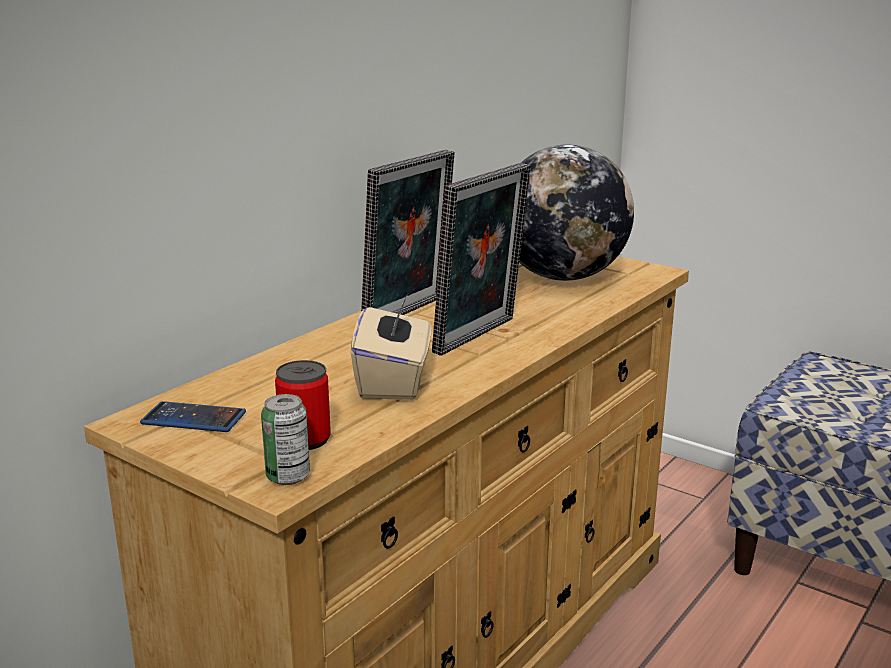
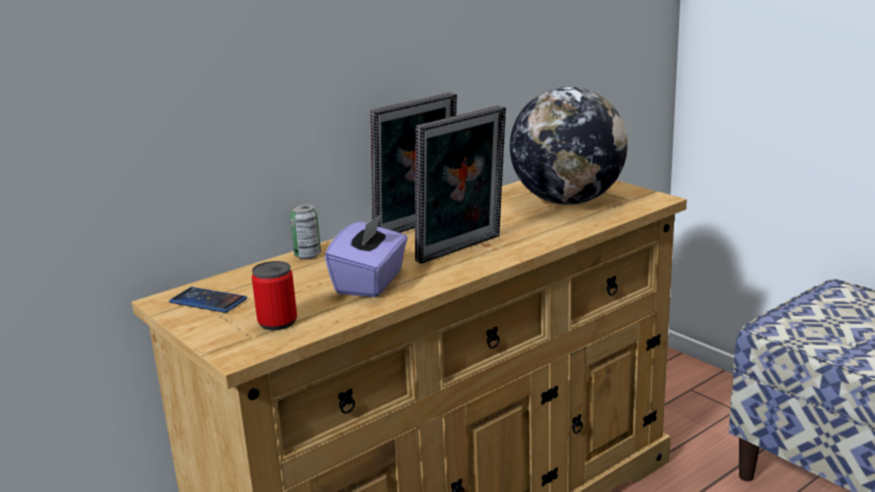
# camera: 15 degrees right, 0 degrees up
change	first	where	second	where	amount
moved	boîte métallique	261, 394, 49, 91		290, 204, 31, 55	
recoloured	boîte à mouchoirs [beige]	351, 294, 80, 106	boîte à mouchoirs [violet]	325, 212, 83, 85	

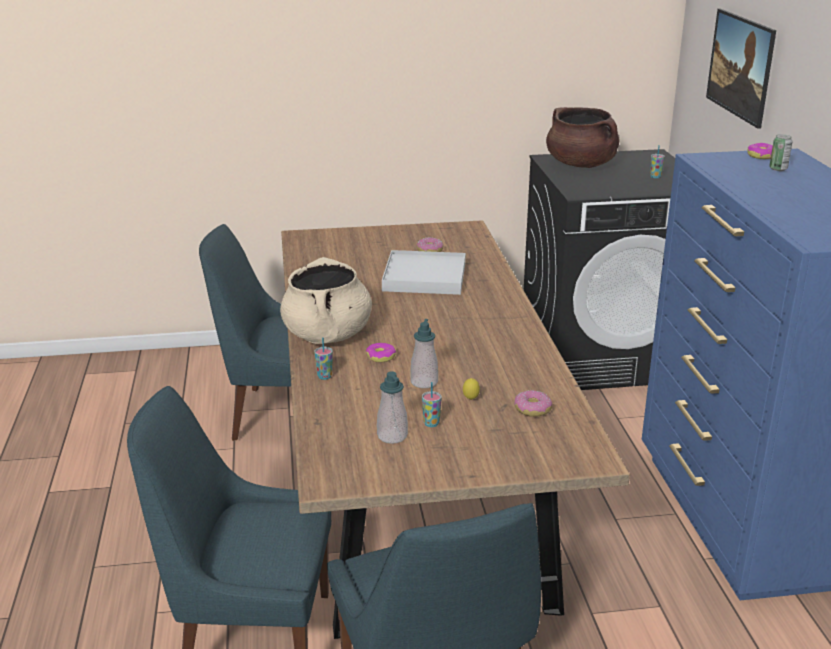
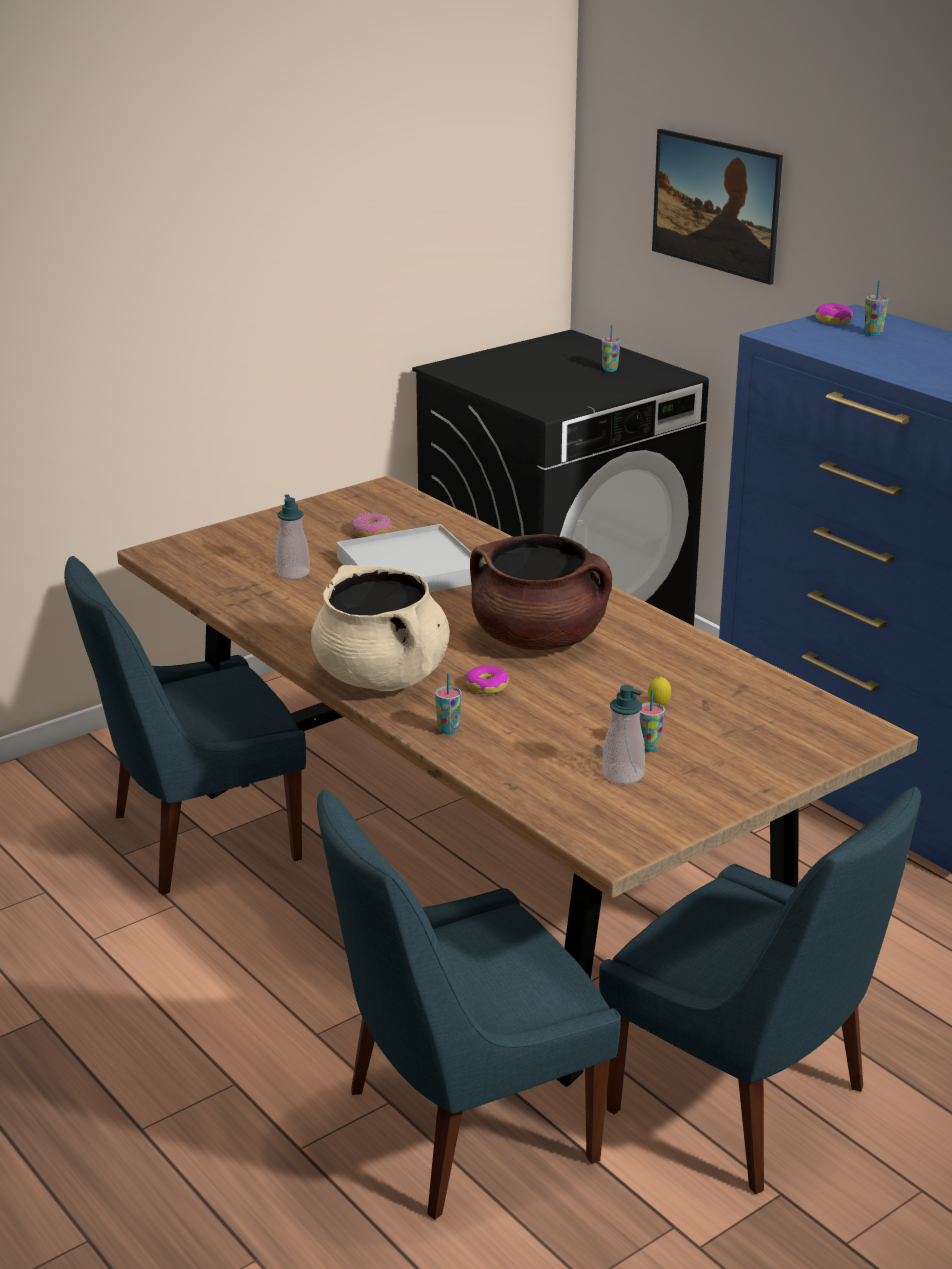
# camera: 30 degrees left, 0 degrees up
change	first	where	second	where	amount
moved	distributeur de savon	410, 319, 28, 69		276, 494, 34, 85	
moved	marmite [marron]	546, 107, 73, 61		470, 534, 142, 116	
replaced	boîte métallique	769, 134, 23, 37	tasse	865, 280, 24, 56	
removed	beignet	514, 390, 39, 27			

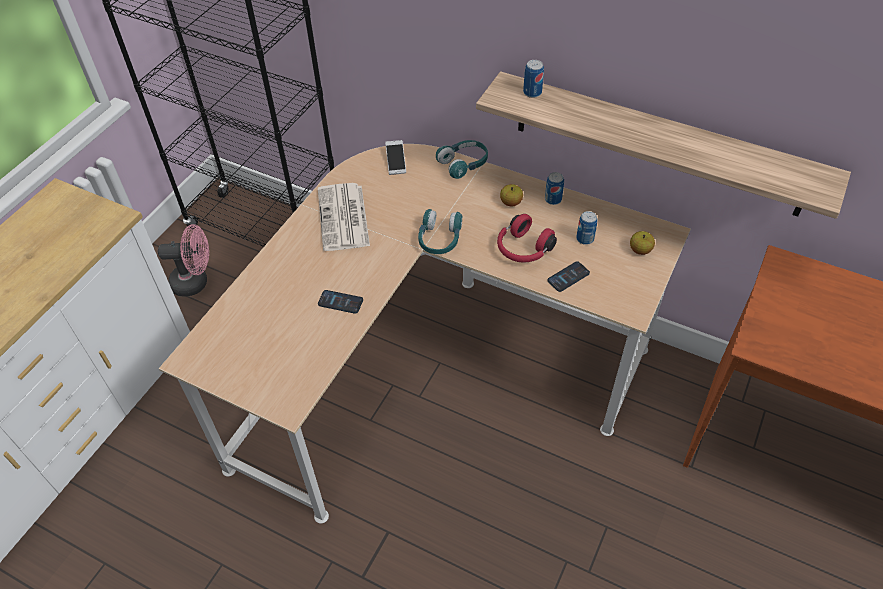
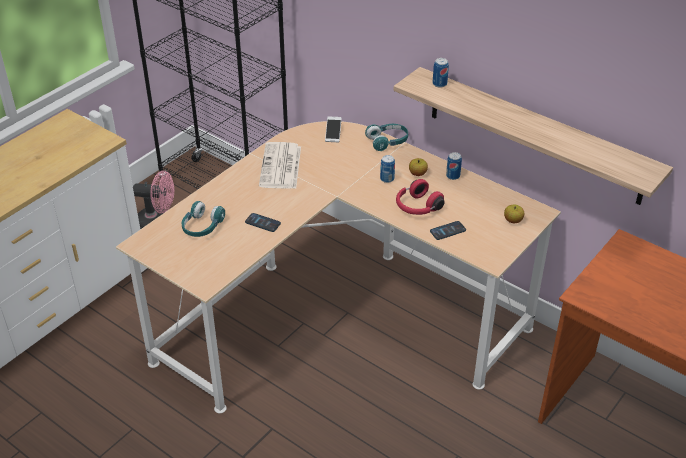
# camera: 10 degrees right, 10 degrees down
change	first	where	second	where	amount
moved	casque audio [turquoise]	418, 209, 44, 45		182, 201, 43, 36	
moved	boîte métallique	576, 211, 22, 34		380, 155, 15, 28	

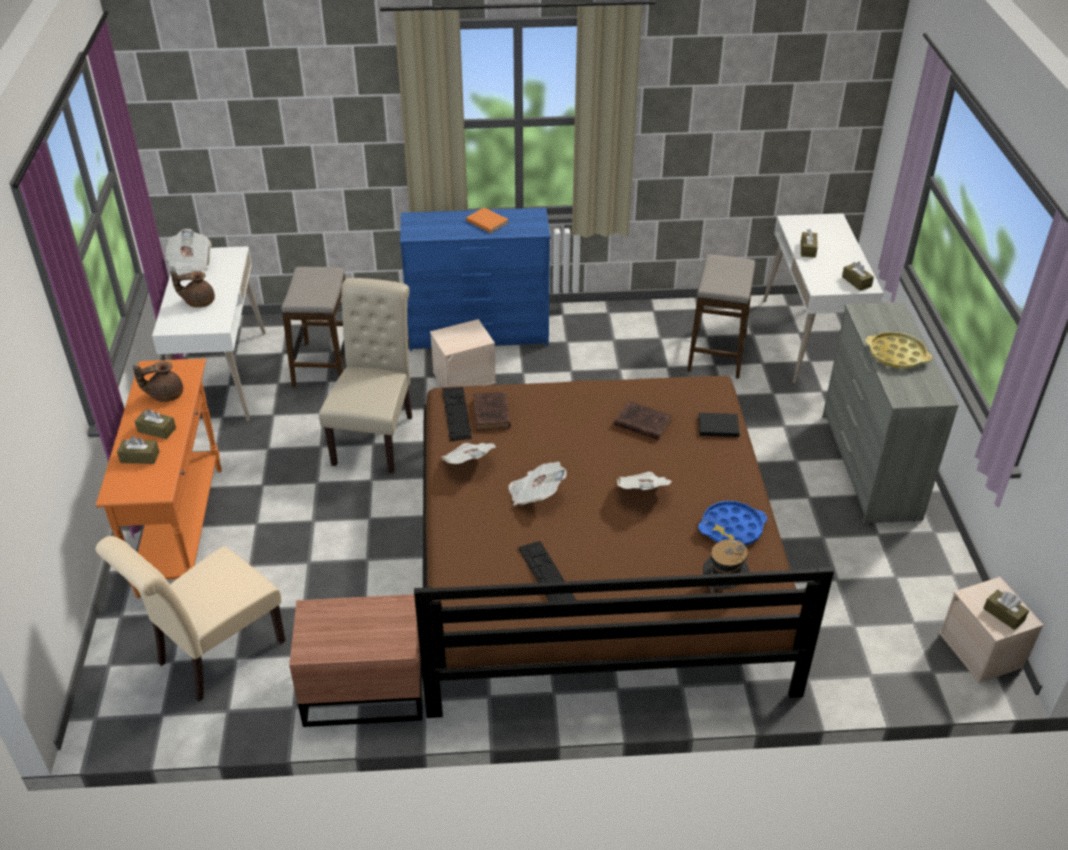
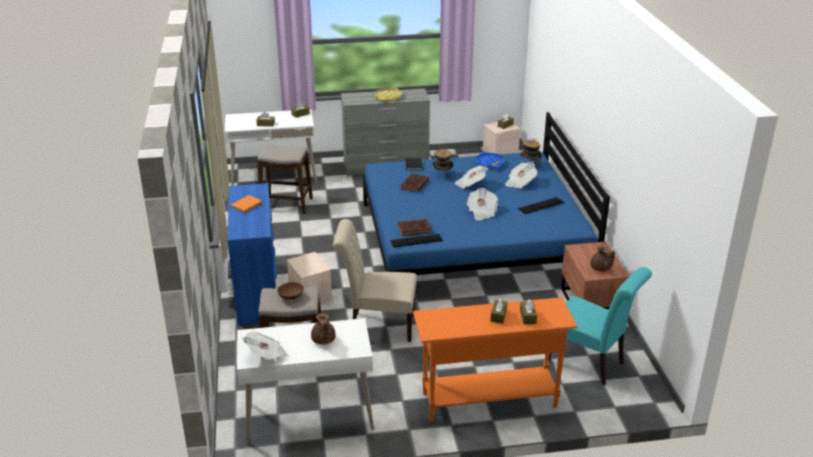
# camera: 95 degrees left, 10 degrees down
change	first	where	second	where	amount
added			bol [marron]	277, 282, 27, 18	
recoloured	lit [marron]	414, 376, 420, 342	lit [bleu]	363, 112, 247, 163	
added			chapeau	432, 149, 21, 22	
moved	journal	441, 443, 55, 21		505, 162, 33, 27	
recoloured	chaise [beige]	96, 536, 189, 166	chaise [turquoise]	548, 267, 104, 119	
moved	théière [marron]	133, 361, 50, 41		591, 246, 24, 26	

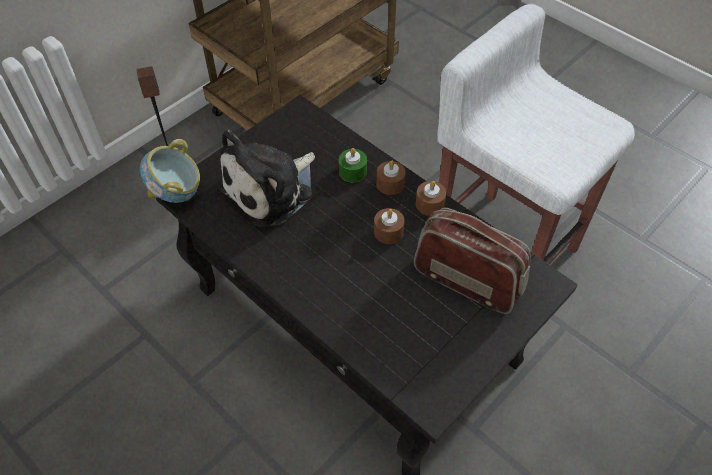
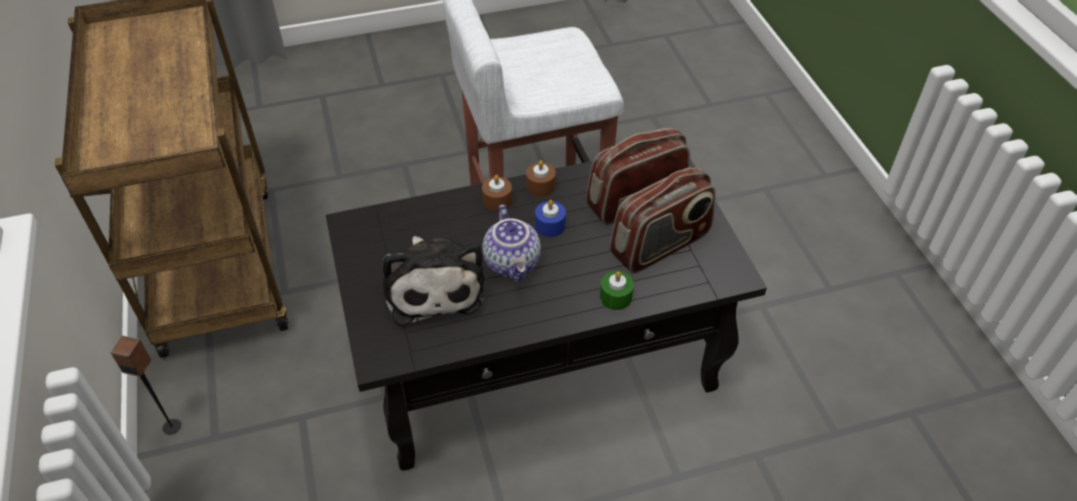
# camera: 60 degrees left, 5 degrees down
change	first	where	second	where	amount
added			théière	482, 205, 59, 77	
recoloured	bougie [marron]	374, 208, 31, 36	bougie [bleu]	535, 200, 31, 37	
moved	bougie [vert]	339, 148, 28, 34		600, 271, 34, 39	
added			radio	610, 168, 106, 106	
removed	bol	140, 139, 60, 64			

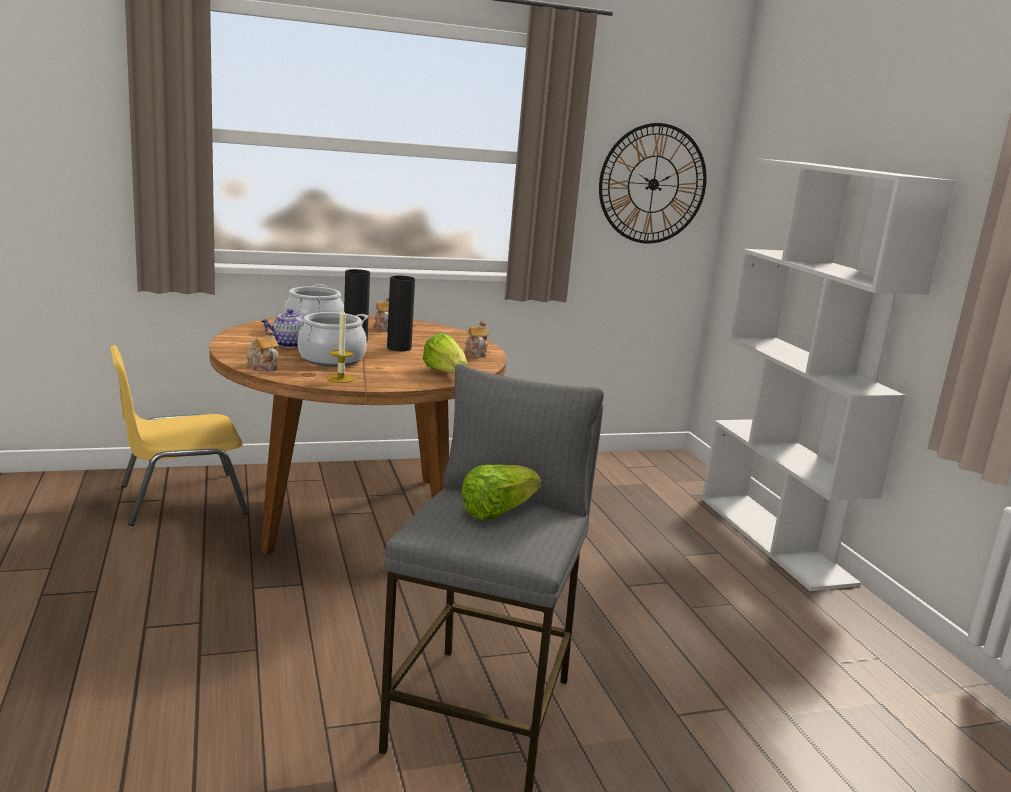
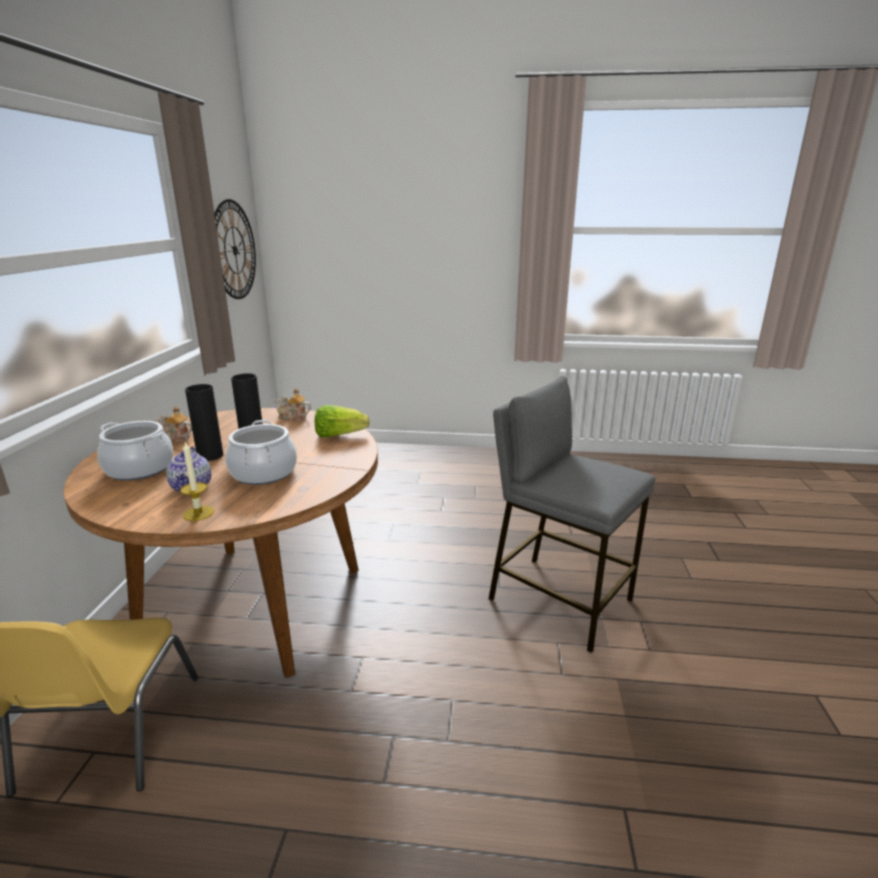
# camera: 65 degrees left, 5 degrees up
change	first	where	second	where	amount
moved	bougie	327, 308, 28, 75		180, 442, 34, 79	
removed	théière	246, 329, 33, 42			
removed	laitue	462, 465, 79, 55			
removed	bibliothèque [blanc]	702, 159, 254, 432			

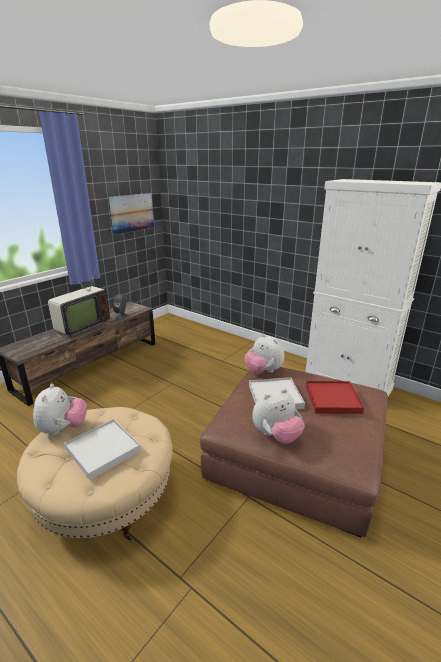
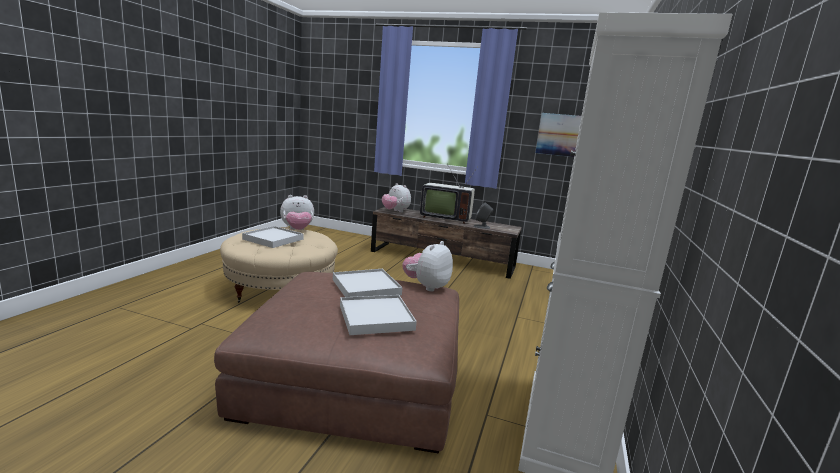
# camera: 70 degrees right, 10 degrees down
change	first	where	second	where	amount
recoloured	plateau [rouge]	306, 381, 58, 33	plateau [blanc]	340, 295, 77, 40	
moved	peluche	252, 389, 53, 55		382, 183, 29, 29	

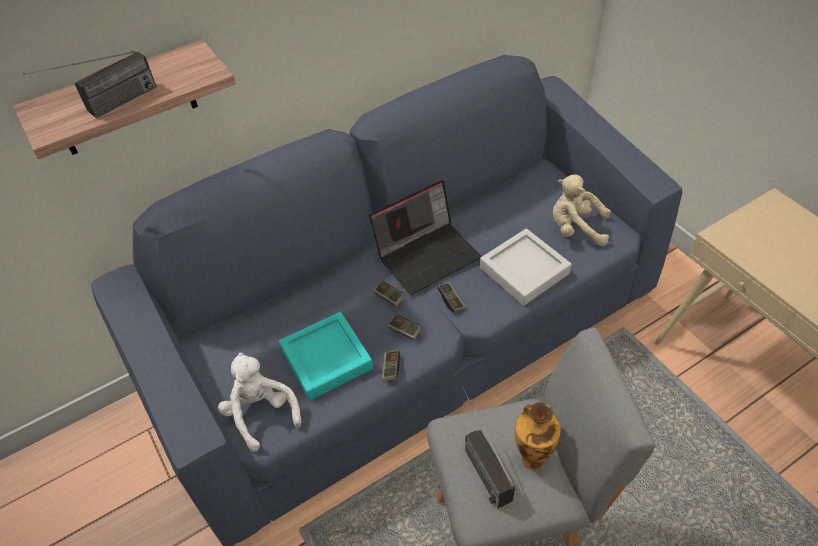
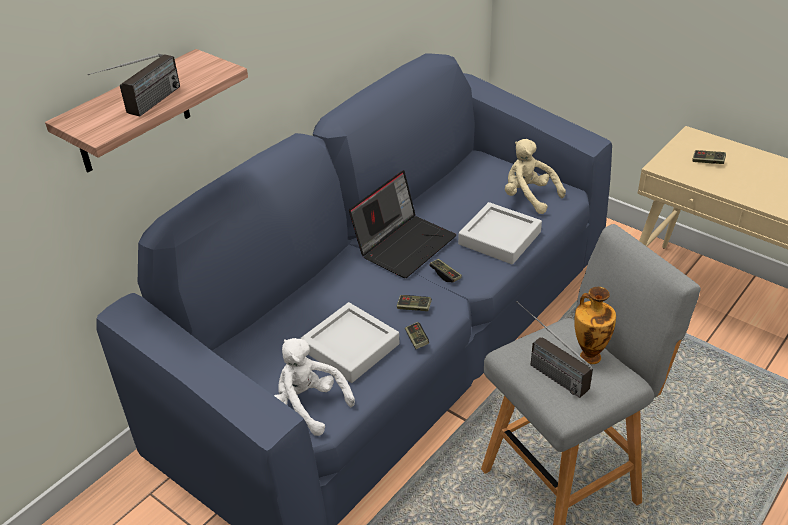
# camera: 20 degrees left, 10 degrees down
change	first	where	second	where	amount
recoloured	plateau [turquoise]	279, 312, 94, 88	plateau [gris]	300, 302, 100, 81	
turned	peluche [beige]	553, 174, 58, 72		505, 139, 61, 75	45 degrees clockwise
moved	manette	373, 281, 32, 25		692, 150, 34, 14	

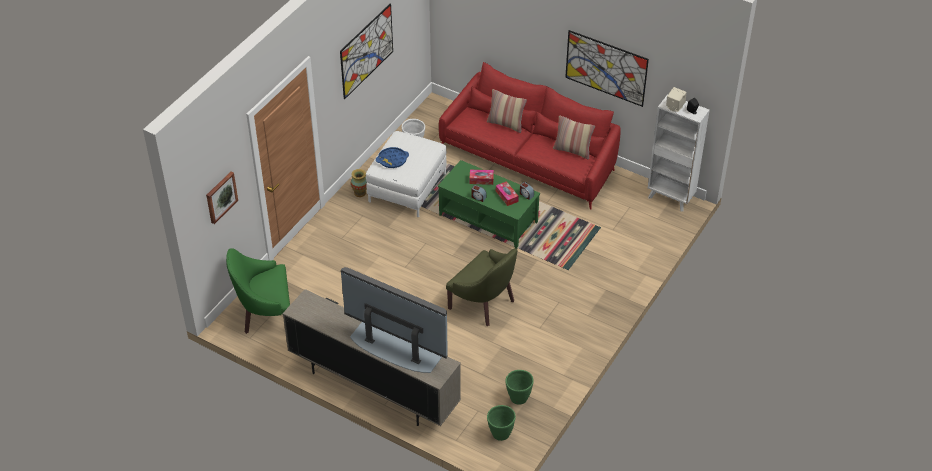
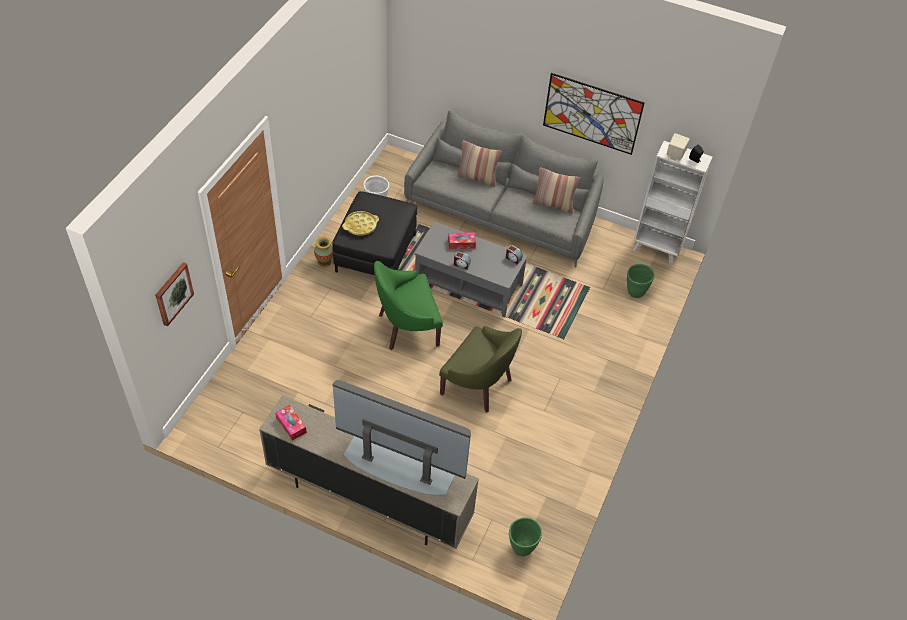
# camera: 10 degrees left, 5 degrees up
change	first	where	second	where	amount
moved	boîte à mouchoirs	496, 181, 23, 25		275, 405, 32, 36	
recoloured	pouf [blanc]	366, 131, 81, 87	pouf [noir]	332, 191, 85, 84	
recoloured	plateau [bleu]	376, 147, 33, 21	plateau [jaune]	342, 211, 37, 25	
moved	fauteuil [vert]	226, 248, 64, 86		374, 261, 69, 89	
recoloured	canapé [rouge]	439, 62, 182, 148	canapé [gris]	404, 111, 200, 156	
recoloured	table basse [vert]	438, 160, 102, 89	table basse [gris]	414, 222, 114, 95	
moved	cache-pot [vert]	505, 370, 29, 35		627, 264, 28, 34	
removed	tableau	340, 3, 53, 96			

